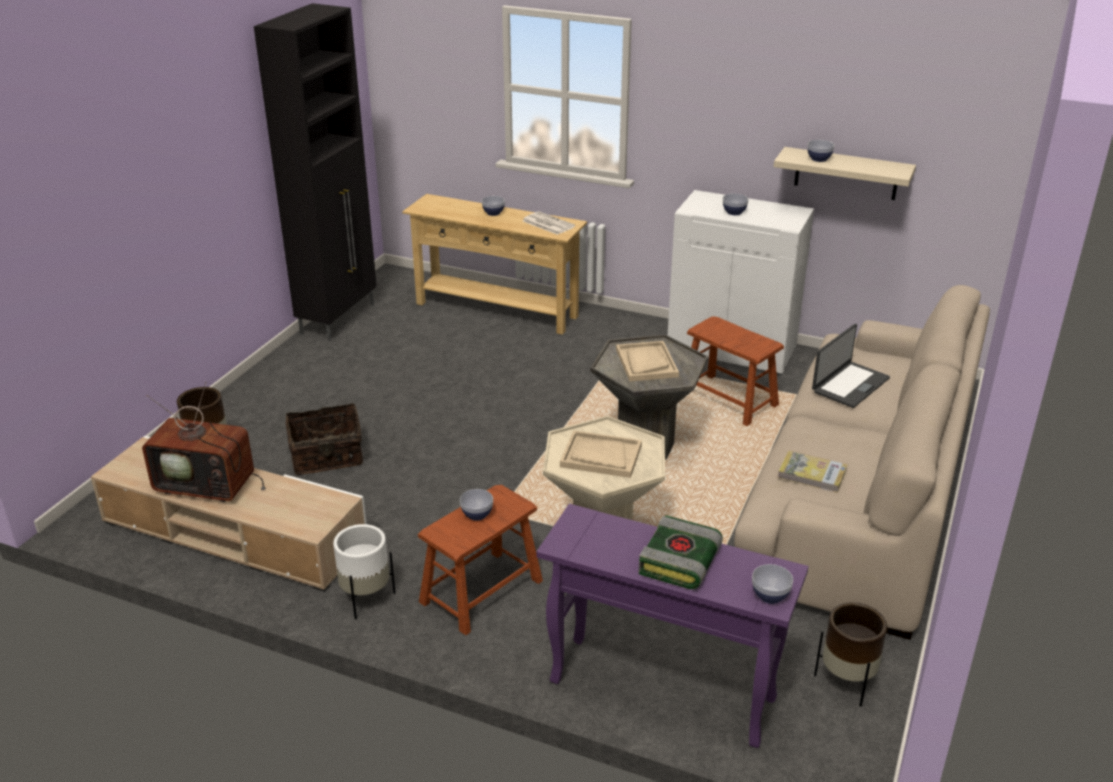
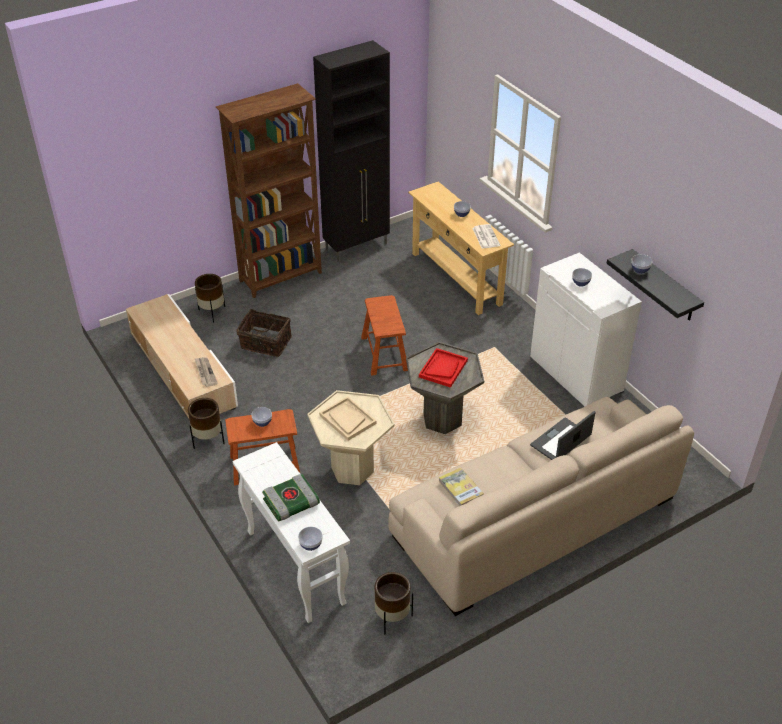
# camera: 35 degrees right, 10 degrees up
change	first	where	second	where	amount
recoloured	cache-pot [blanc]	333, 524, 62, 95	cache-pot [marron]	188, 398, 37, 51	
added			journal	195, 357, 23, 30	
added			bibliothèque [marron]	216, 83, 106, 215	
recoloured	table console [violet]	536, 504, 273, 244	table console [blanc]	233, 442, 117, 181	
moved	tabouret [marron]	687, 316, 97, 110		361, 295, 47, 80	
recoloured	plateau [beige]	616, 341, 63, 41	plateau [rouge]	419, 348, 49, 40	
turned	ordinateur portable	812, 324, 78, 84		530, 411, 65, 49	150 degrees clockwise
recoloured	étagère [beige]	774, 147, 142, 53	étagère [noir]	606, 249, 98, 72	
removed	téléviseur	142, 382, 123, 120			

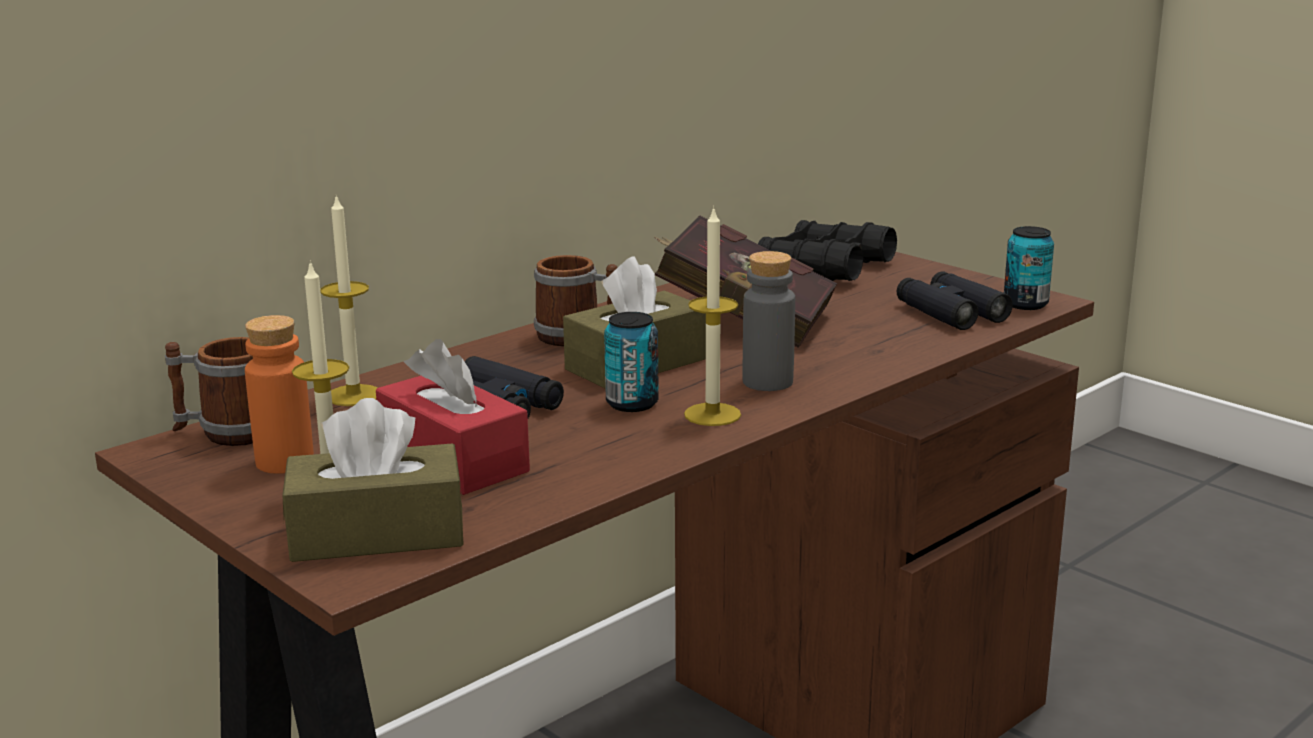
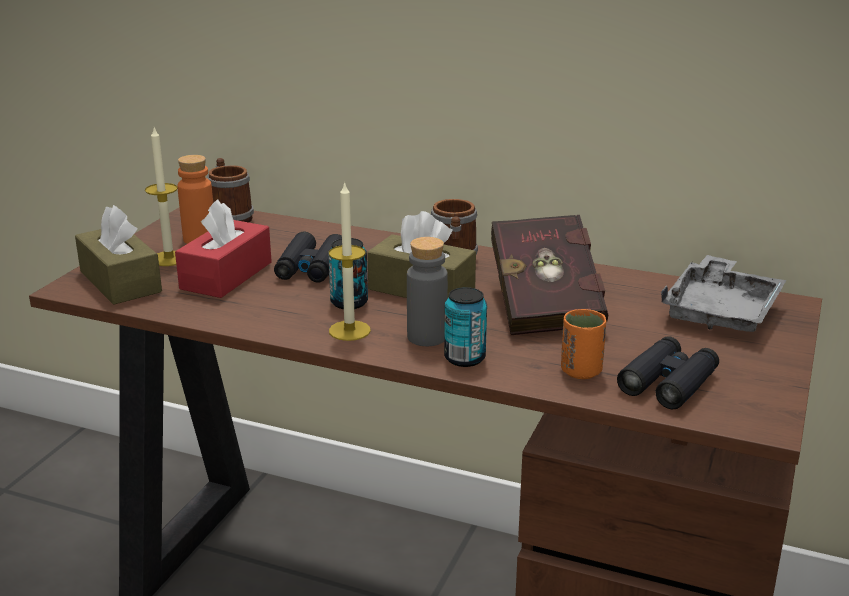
# camera: 65 degrees right, 5 degrees up
change	first	where	second	where	amount
moved	boîte métallique	1004, 226, 50, 84		444, 287, 43, 80	
added			tasse [orange]	561, 309, 45, 70	
replaced	jumelles [noir]	758, 220, 139, 61	plateau [gris]	661, 255, 125, 77	
removed	bougie	320, 195, 58, 211			

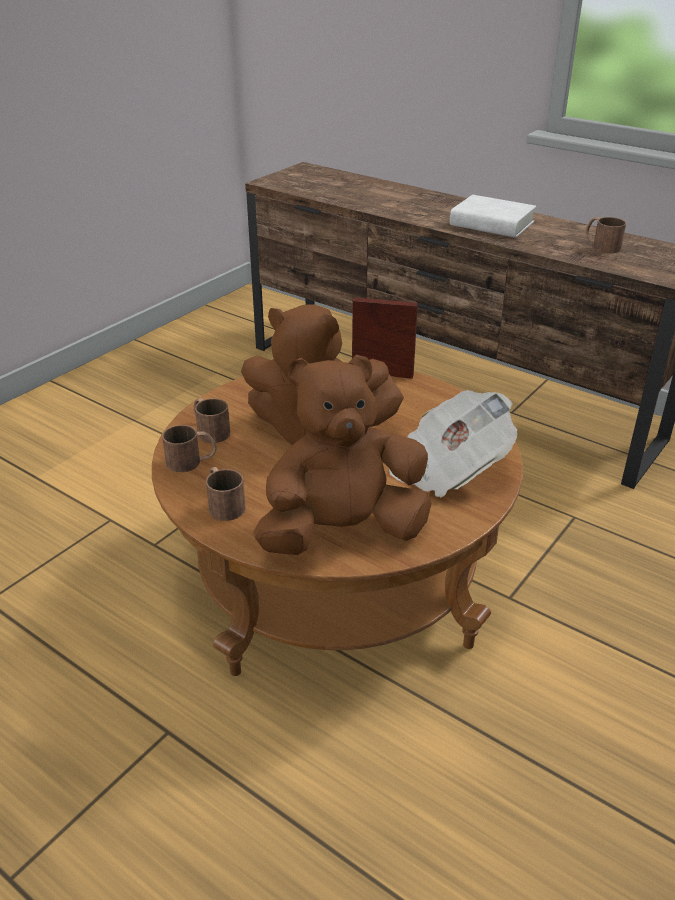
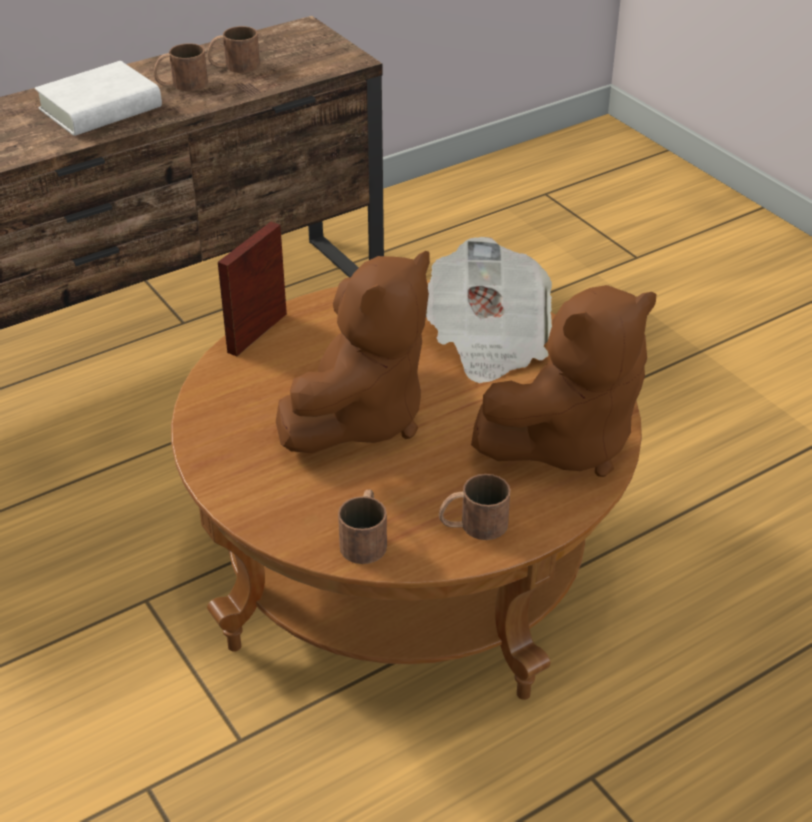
# camera: 70 degrees left, 5 degrees up
change	first	where	second	where	amount
moved	mug [marron]	194, 398, 36, 45		154, 43, 54, 48	
turned	peluche [marron]	253, 355, 179, 200		471, 285, 185, 192	120 degrees counterclockwise

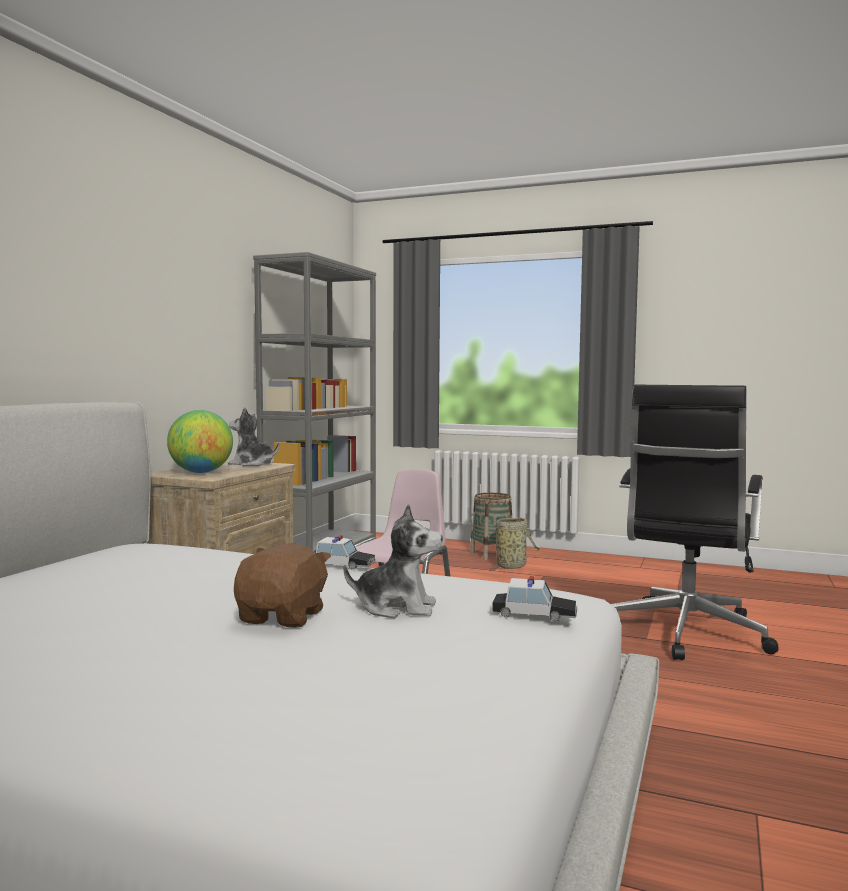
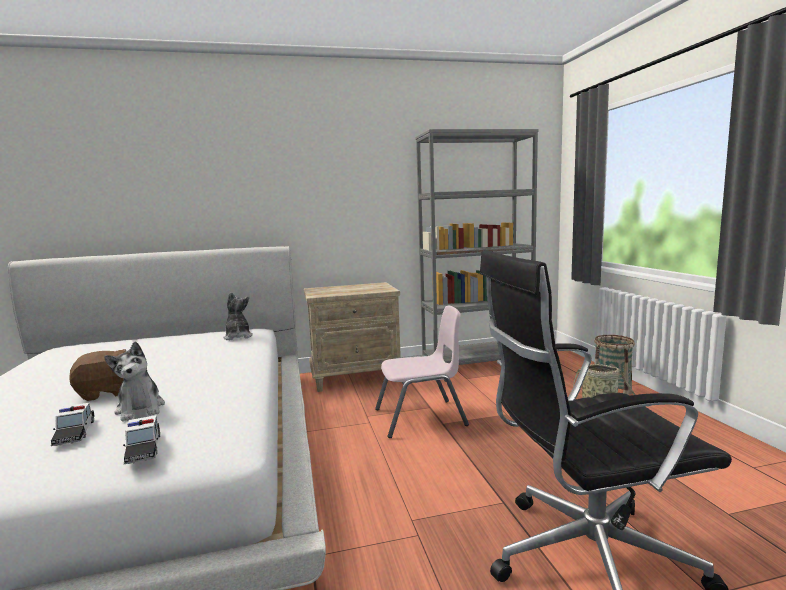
# camera: 55 degrees right, 5 degrees up
change	first	where	second	where	amount
moved	petite voiture	314, 535, 62, 35		51, 403, 43, 43	
moved	peluche	228, 407, 51, 59		223, 292, 30, 48	
removed	globe	167, 410, 66, 63			

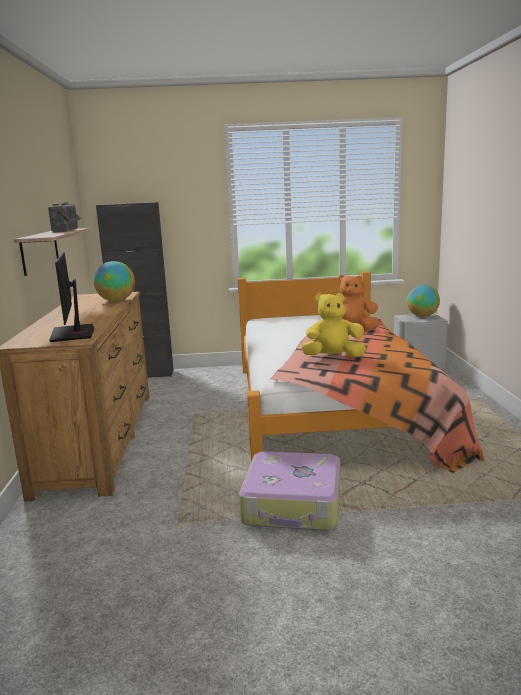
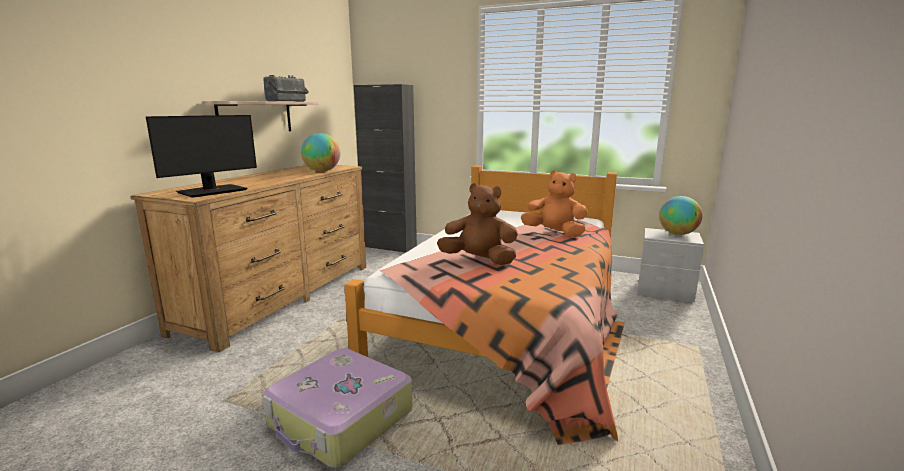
# camera: 25 degrees right, 0 degrees up
change	first	where	second	where	amount
turned	écran d'ordinateur	49, 252, 46, 90		146, 115, 111, 83	150 degrees counterclockwise
recoloured	peluche [jaune]	301, 293, 65, 64	peluche [marron]	437, 183, 81, 82	

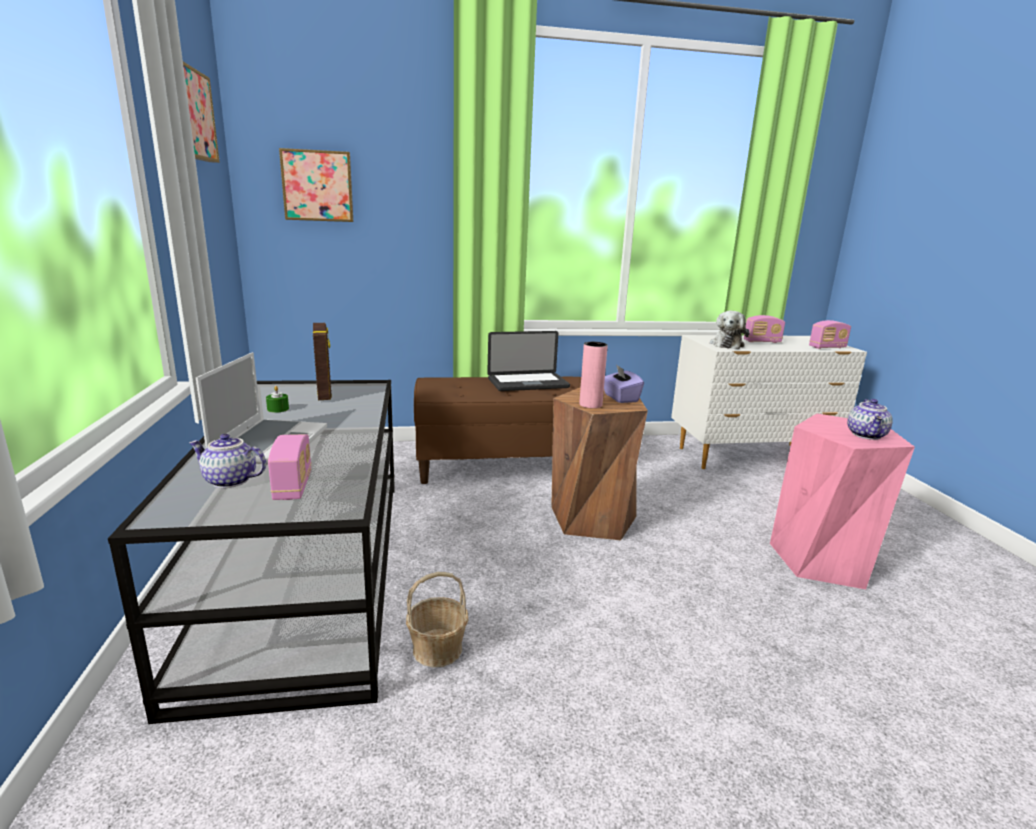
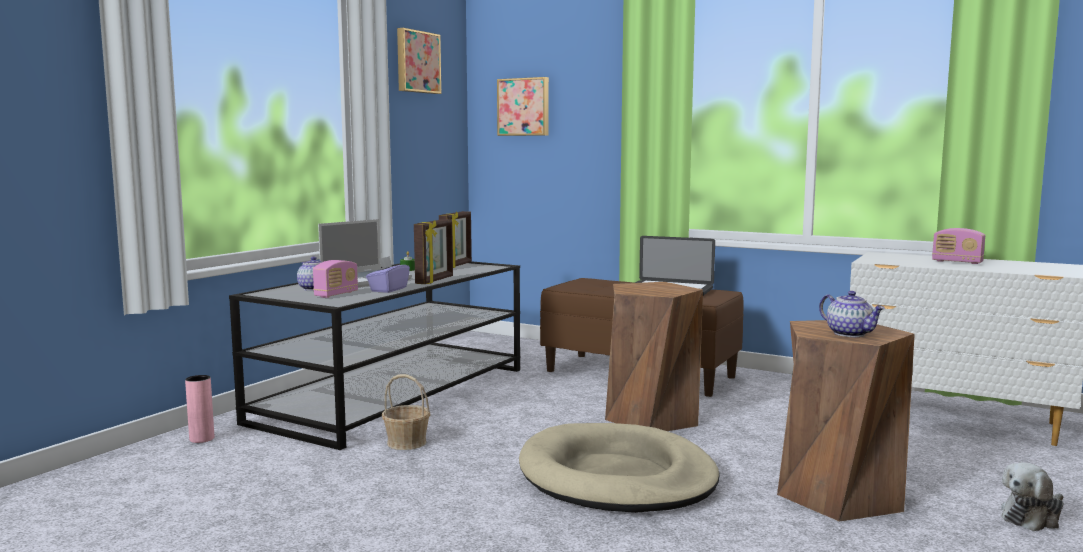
# camera: 40 degrees right, 10 degrees down
change	first	where	second	where	amount
moved	vase [rose]	579, 342, 29, 66		185, 375, 29, 68	
moved	boîte à mouchoirs [violet]	604, 364, 40, 39		366, 256, 44, 37	
added			cadre photo	414, 219, 39, 65	
added			panier pour chien [beige]	519, 423, 201, 90	
recoloured	tabouret [rose]	770, 413, 145, 176	tabouret [marron]	777, 320, 138, 202	
turned	théière	847, 399, 46, 41		819, 291, 66, 46	90 degrees counterclockwise
moved	peluche	710, 311, 40, 38		1001, 462, 63, 69	
removed	radio	809, 320, 42, 29			

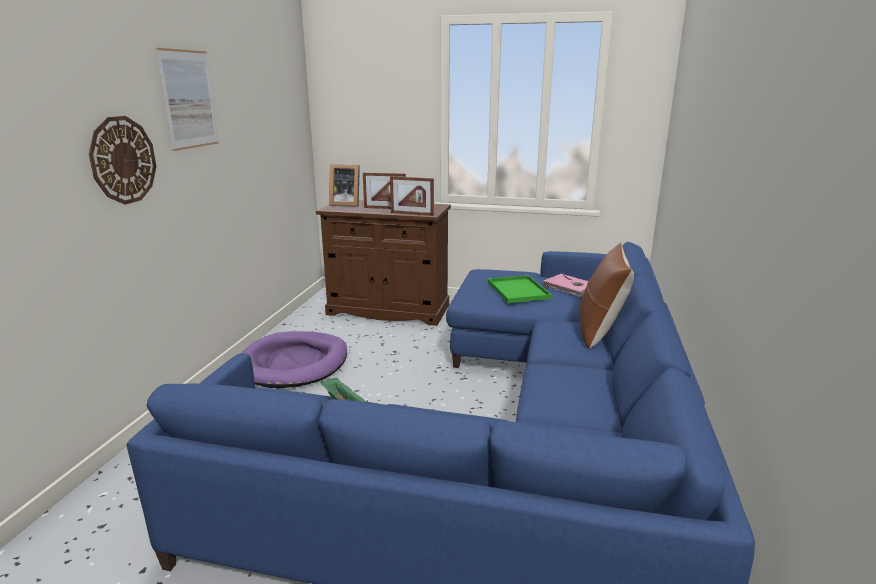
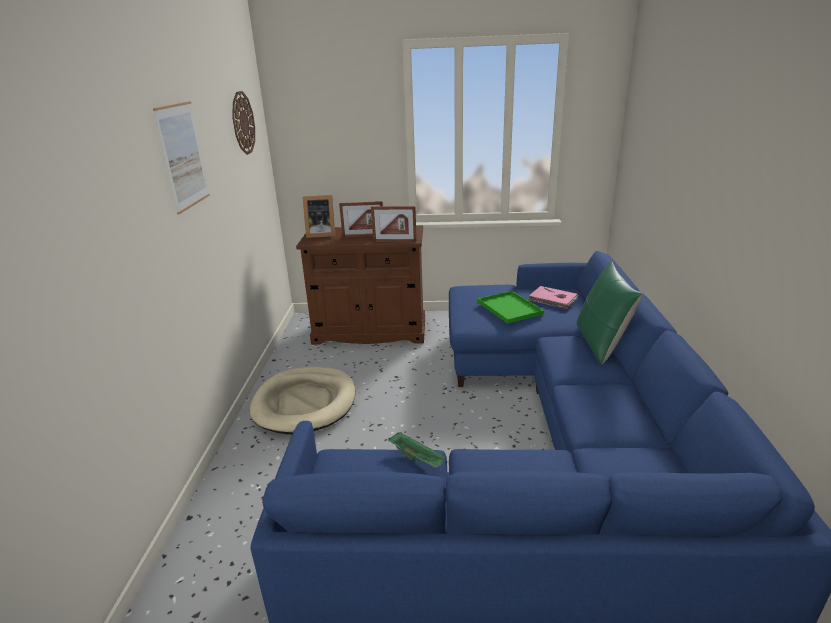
# camera: 10 degrees left, 5 degrees up
change	first	where	second	where	amount
moved	horloge murale	89, 116, 67, 89		232, 91, 23, 64	
recoloured	panier pour chien [violet]	242, 331, 105, 57	panier pour chien [beige]	250, 367, 106, 68	
recoloured	coussin [marron]	579, 242, 55, 107	coussin [vert]	577, 261, 65, 104	

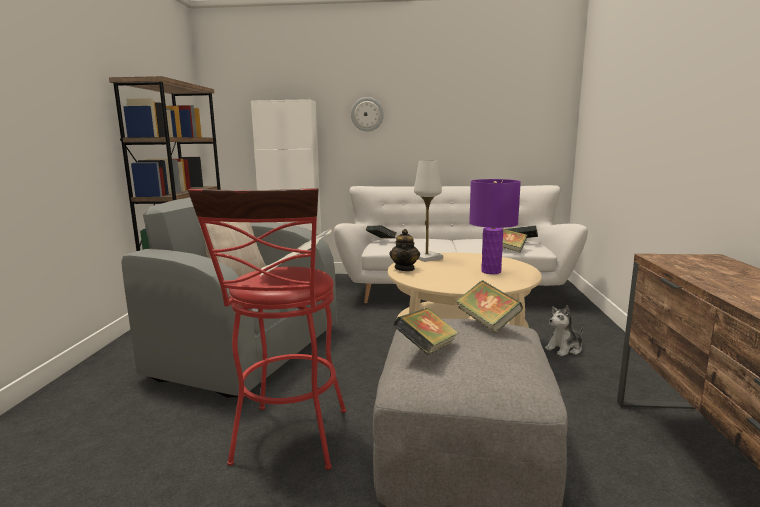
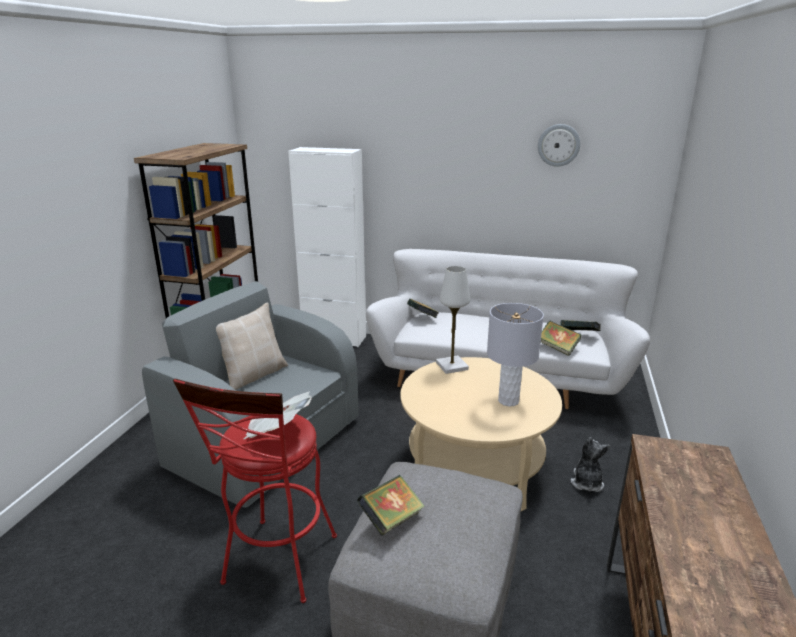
# camera: 10 degrees right, 10 degrees up
change	first	where	second	where	amount
recoloured	lampe de table [violet]	469, 179, 52, 95	lampe de table [gris]	487, 303, 57, 104	
moved	horloge murale	351, 97, 33, 35		538, 124, 42, 43	
turned	peluche	545, 306, 38, 50		571, 437, 39, 55	120 degrees clockwise
removed	théière	389, 229, 31, 42			
removed	livre	456, 280, 67, 54			

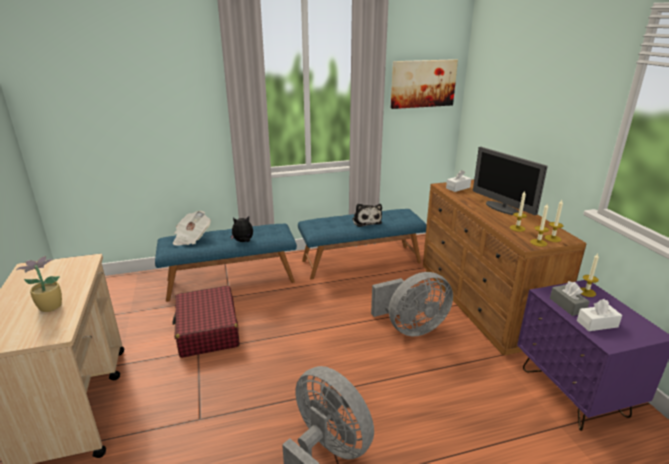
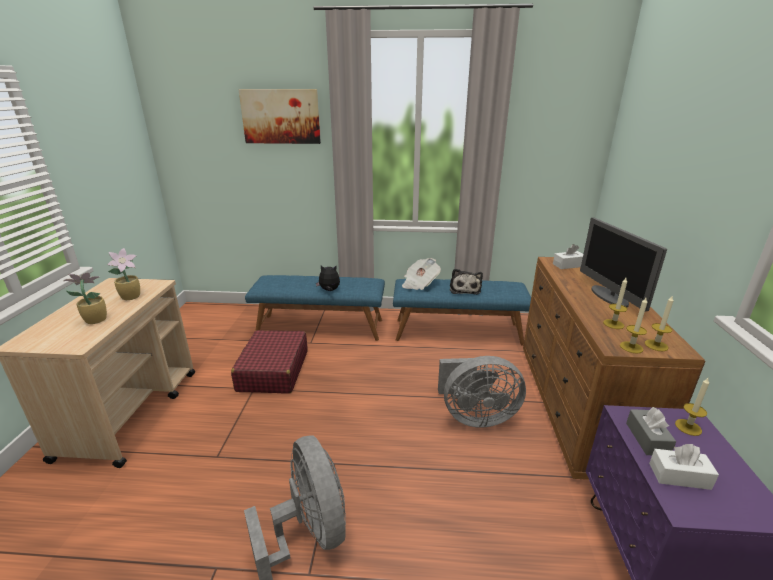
# camera: 20 degrees right, 0 degrees up
change	first	where	second	where	amount
added			plante en pot	107, 248, 33, 52	
moved	tableau	391, 59, 67, 50		238, 89, 83, 55	
moved	journal	173, 211, 38, 35		402, 258, 39, 32	

